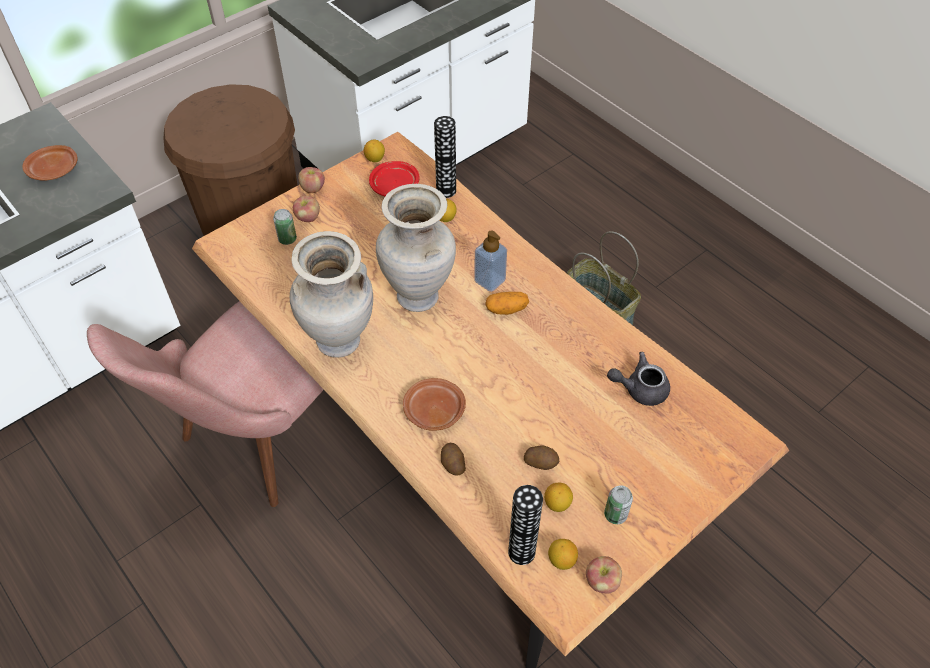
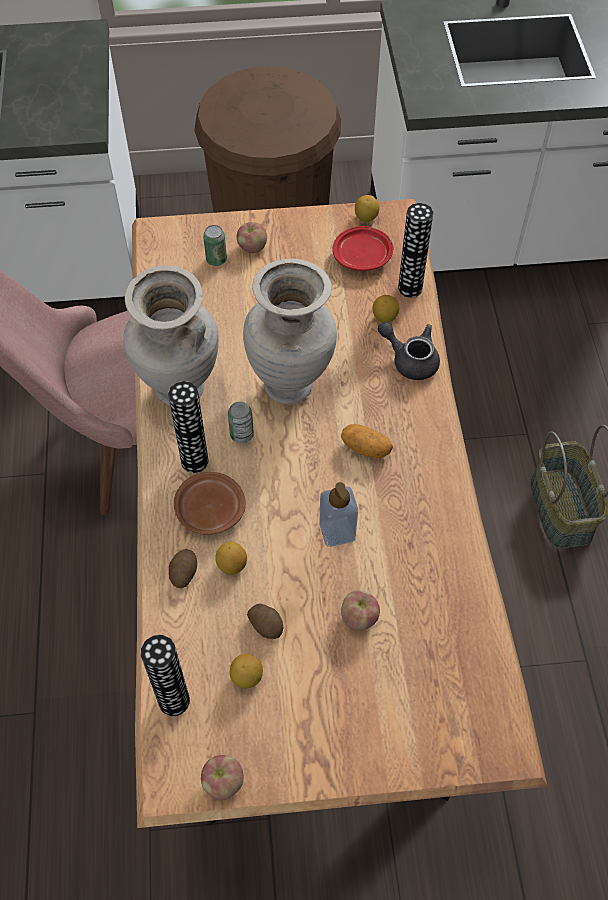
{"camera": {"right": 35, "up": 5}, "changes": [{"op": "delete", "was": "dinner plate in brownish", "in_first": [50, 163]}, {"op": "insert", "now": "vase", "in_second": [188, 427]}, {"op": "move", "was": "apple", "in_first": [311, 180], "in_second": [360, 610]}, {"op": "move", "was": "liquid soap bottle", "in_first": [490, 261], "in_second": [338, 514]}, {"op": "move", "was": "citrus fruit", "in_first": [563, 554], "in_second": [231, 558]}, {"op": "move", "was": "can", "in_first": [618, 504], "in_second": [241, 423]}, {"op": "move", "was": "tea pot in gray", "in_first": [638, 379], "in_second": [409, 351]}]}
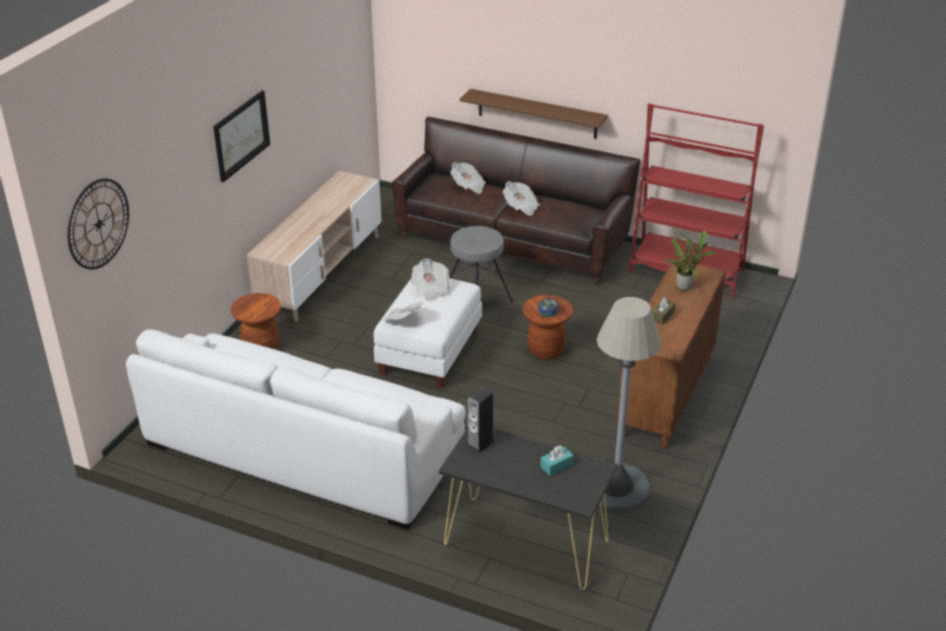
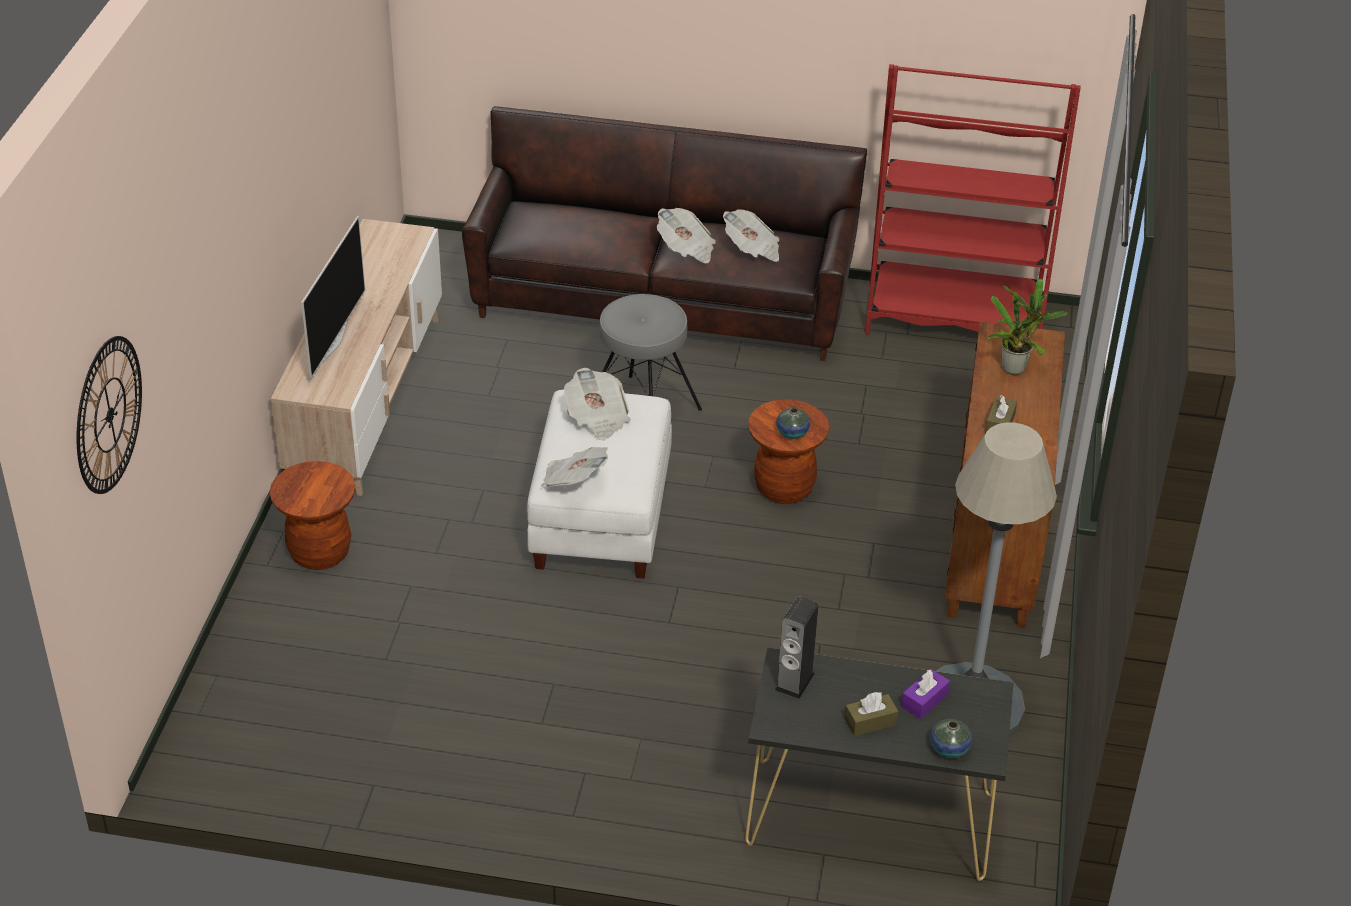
{"camera": {"right": -15, "up": 5}, "changes": [{"op": "delete", "was": "settee in white", "in_first": [296, 429]}, {"op": "delete", "was": "wall picture", "in_first": [241, 136]}, {"op": "delete", "was": "shelf in brownish", "in_first": [534, 114]}, {"op": "insert", "now": "television", "in_second": [333, 297]}, {"op": "insert", "now": "box of tissues in brownish", "in_second": [871, 714]}, {"op": "insert", "now": "vase", "in_second": [951, 738]}, {"op": "move", "was": "printed paper", "in_first": [468, 178], "in_second": [751, 235]}, {"op": "recolor", "was": "box of tissues in turquoise-coloured", "now": "box of tissues in purple-coloured", "in_first": [557, 461], "in_second": [925, 694]}]}
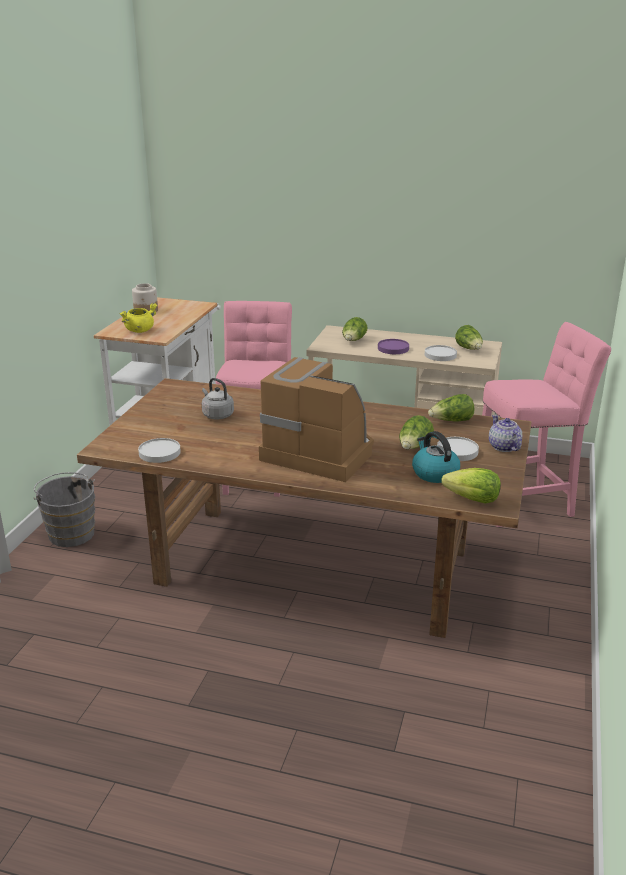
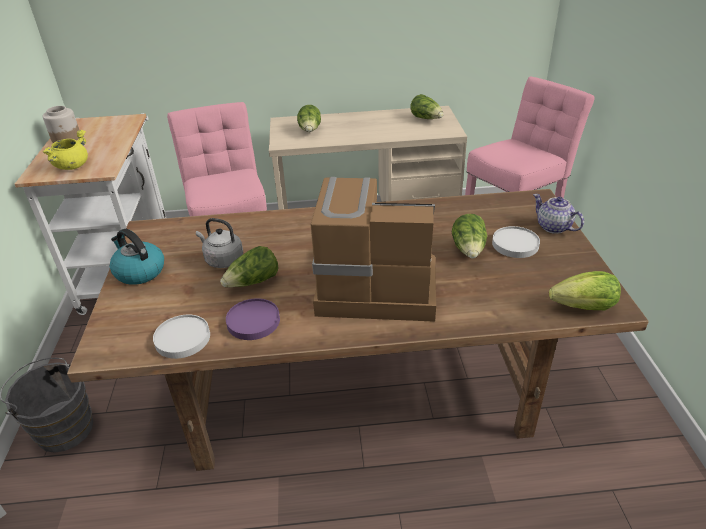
{"camera": {"right": -20, "up": 10}, "changes": [{"op": "delete", "was": "dinner plate in white", "in_first": [441, 353]}, {"op": "move", "was": "dinner plate in purple-coloured", "in_first": [393, 346], "in_second": [253, 319]}, {"op": "move", "was": "water kettle", "in_first": [436, 457], "in_second": [137, 257]}, {"op": "move", "was": "lettuce head", "in_first": [451, 408], "in_second": [249, 266]}]}
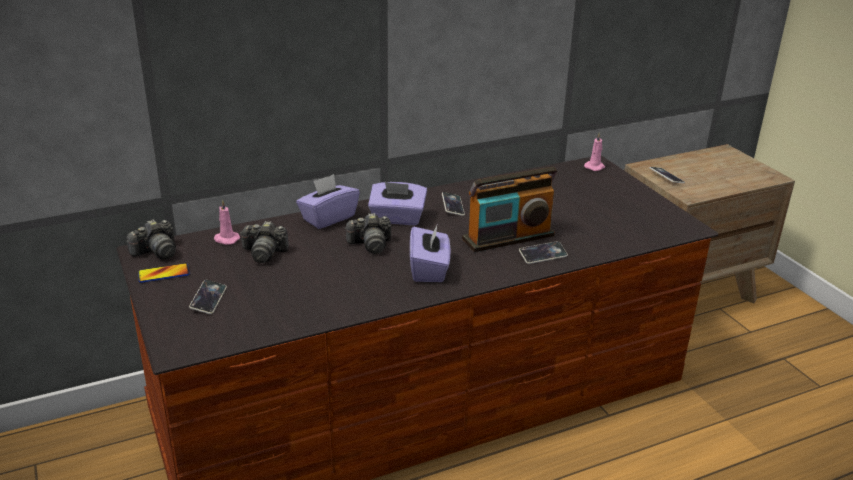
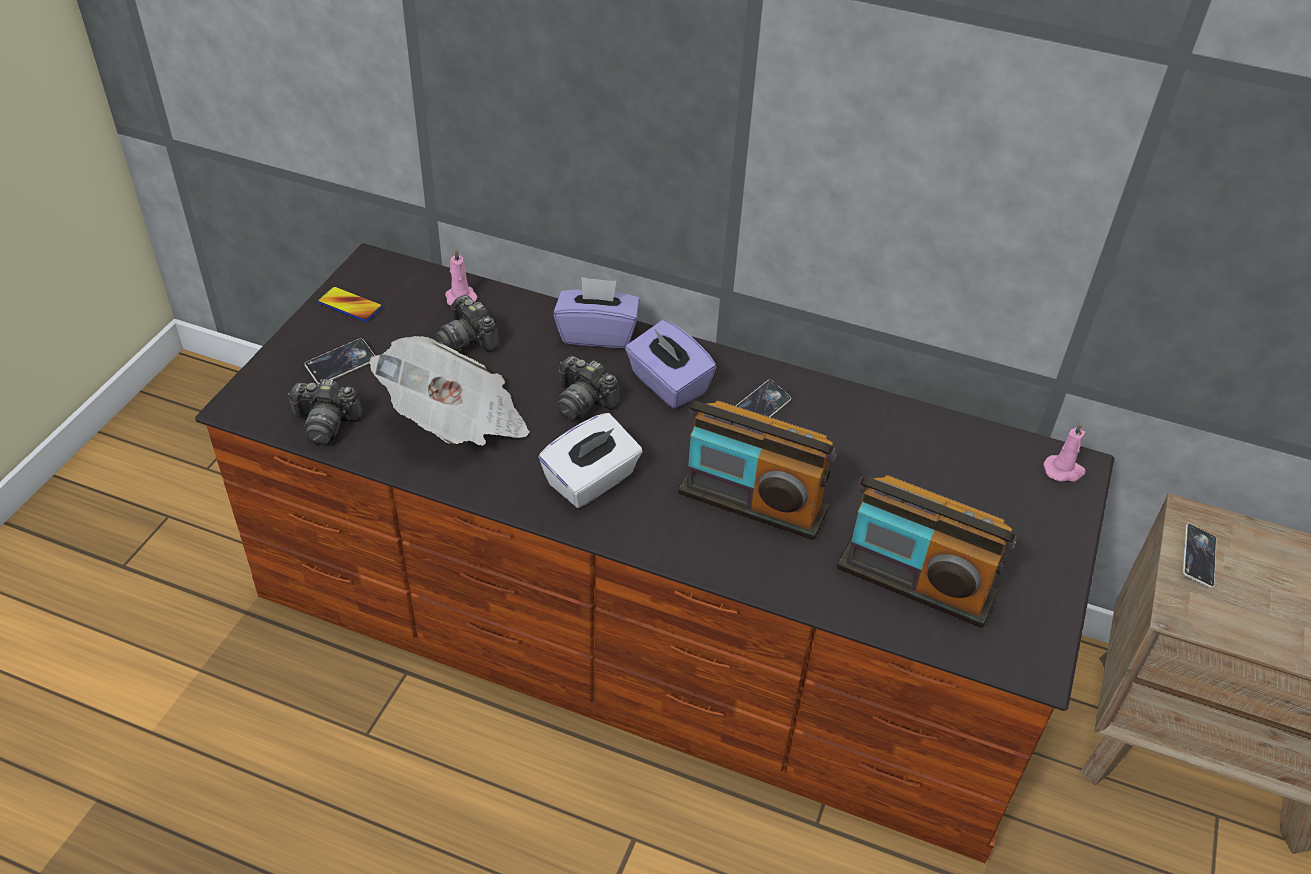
{"camera": {"right": 45, "up": 15}, "changes": [{"op": "delete", "was": "handset", "in_first": [543, 252]}, {"op": "insert", "now": "printed paper", "in_second": [450, 391]}, {"op": "insert", "now": "radio set", "in_second": [927, 551]}, {"op": "move", "was": "photo camera", "in_first": [151, 239], "in_second": [325, 412]}, {"op": "recolor", "was": "box of tissues in purple-coloured", "now": "box of tissues in white", "in_first": [430, 252], "in_second": [590, 460]}]}
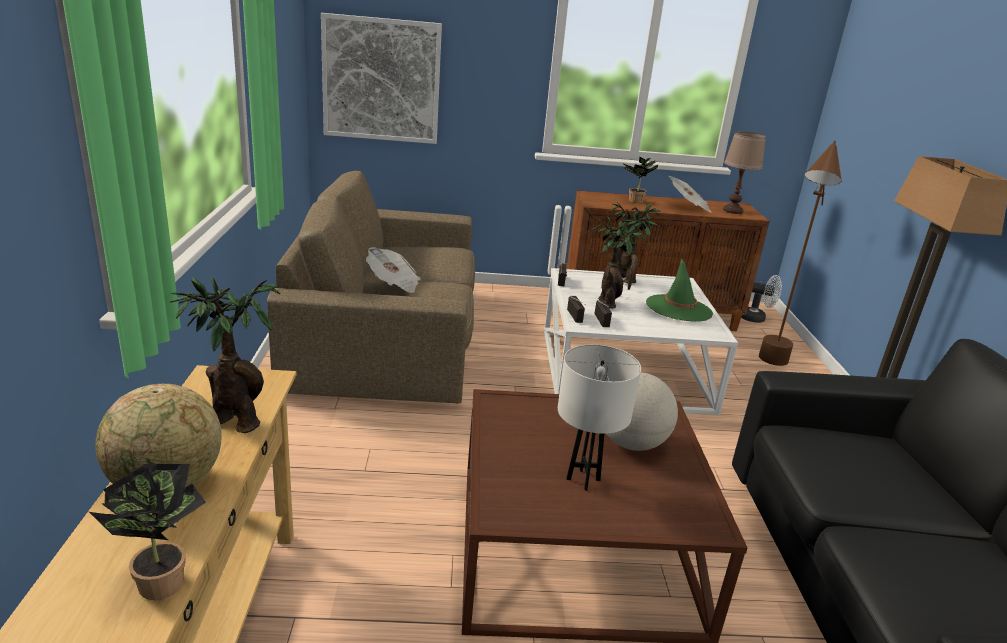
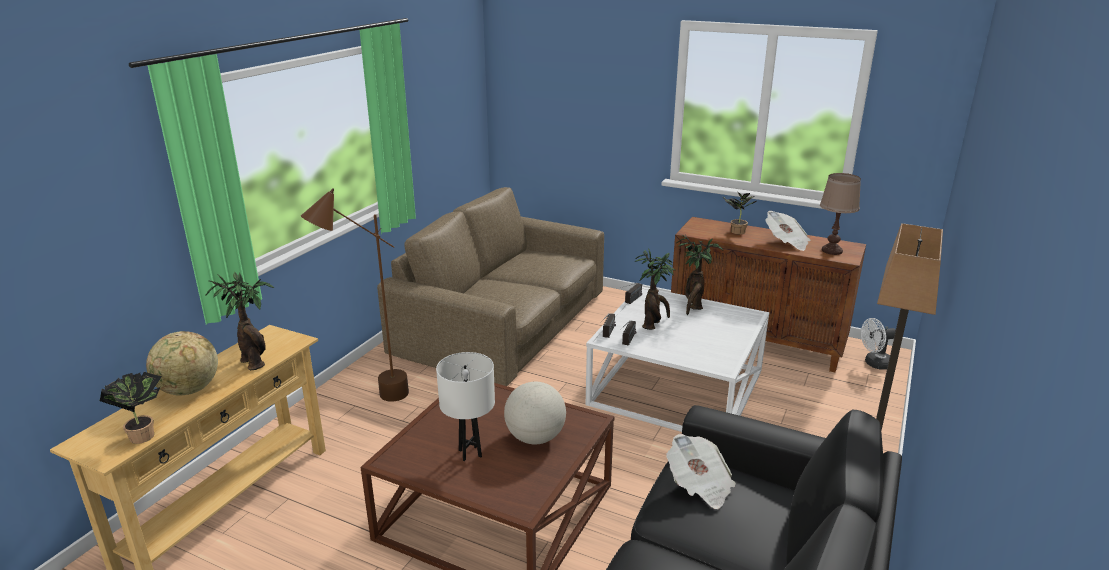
{"camera": {"right": 30, "up": 0}, "changes": [{"op": "delete", "was": "wall picture", "in_first": [381, 78]}, {"op": "delete", "was": "clothing hat in green-coloured", "in_first": [679, 290]}, {"op": "move", "was": "printed paper", "in_first": [393, 270], "in_second": [701, 471]}, {"op": "move", "was": "floor lamp in brownish", "in_first": [800, 253], "in_second": [355, 295]}, {"op": "rotate", "was": "cooling fan in white", "in_first": [761, 299], "in_second": [878, 344], "clockwise": 120}]}
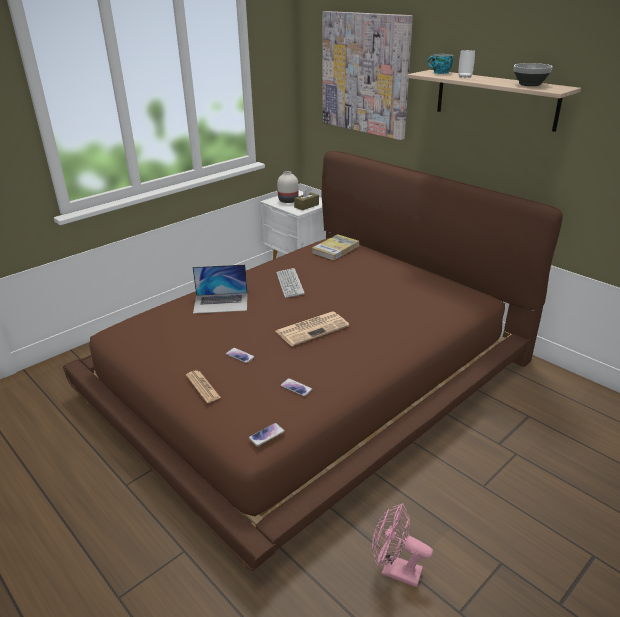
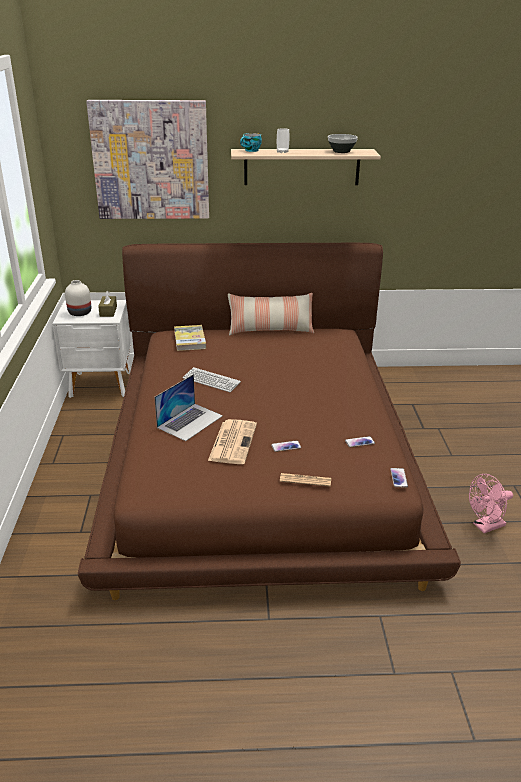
{"camera": {"right": -50, "up": 0}, "changes": [{"op": "insert", "now": "throw pillow", "in_second": [271, 314]}, {"op": "move", "was": "printed paper", "in_first": [313, 328], "in_second": [232, 441]}]}
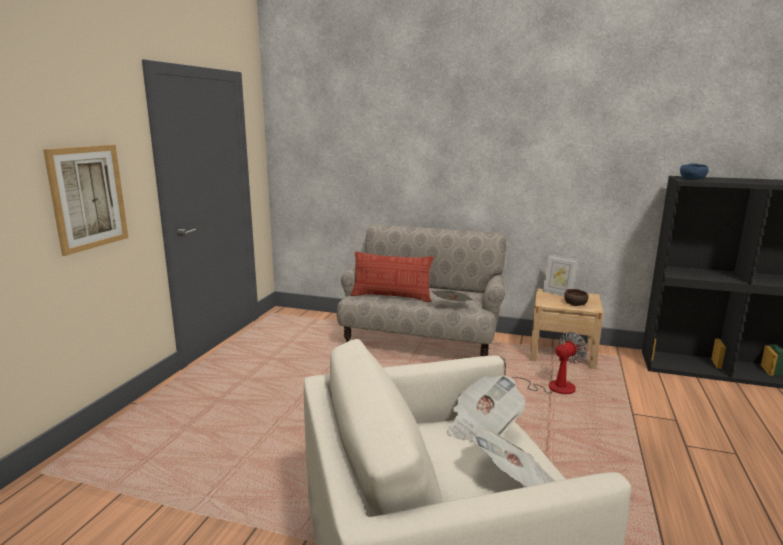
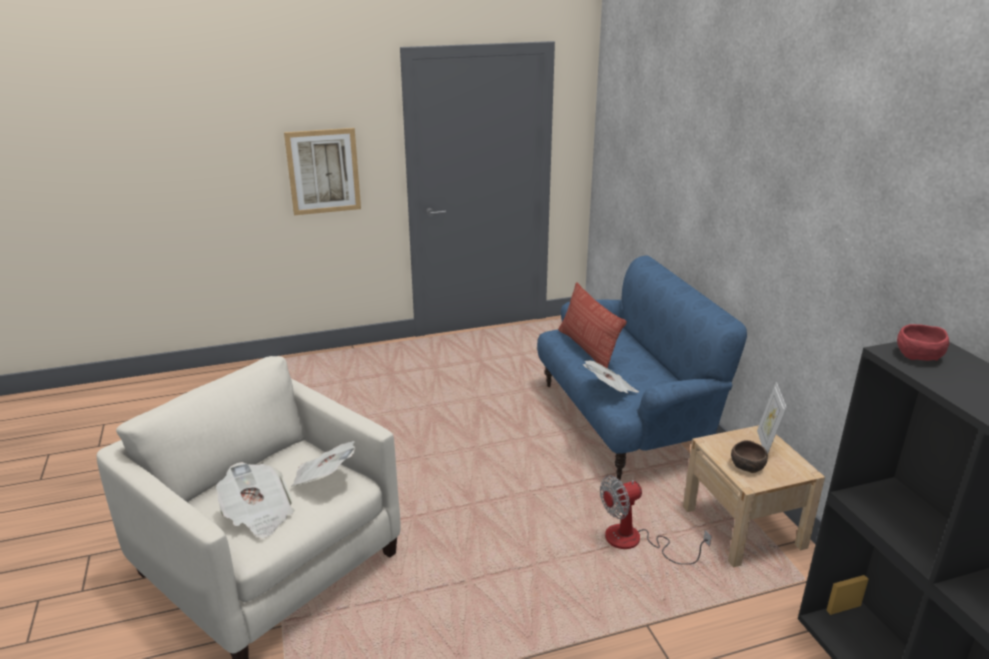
{"camera": {"right": 55, "up": 10}, "changes": [{"op": "recolor", "was": "settee in beige", "now": "settee in blue", "in_first": [421, 290], "in_second": [642, 368]}, {"op": "recolor", "was": "serving bowl in blue", "now": "serving bowl in red", "in_first": [694, 171], "in_second": [923, 342]}, {"op": "rotate", "was": "cooling fan", "in_first": [544, 363], "in_second": [656, 520], "clockwise": 135}]}
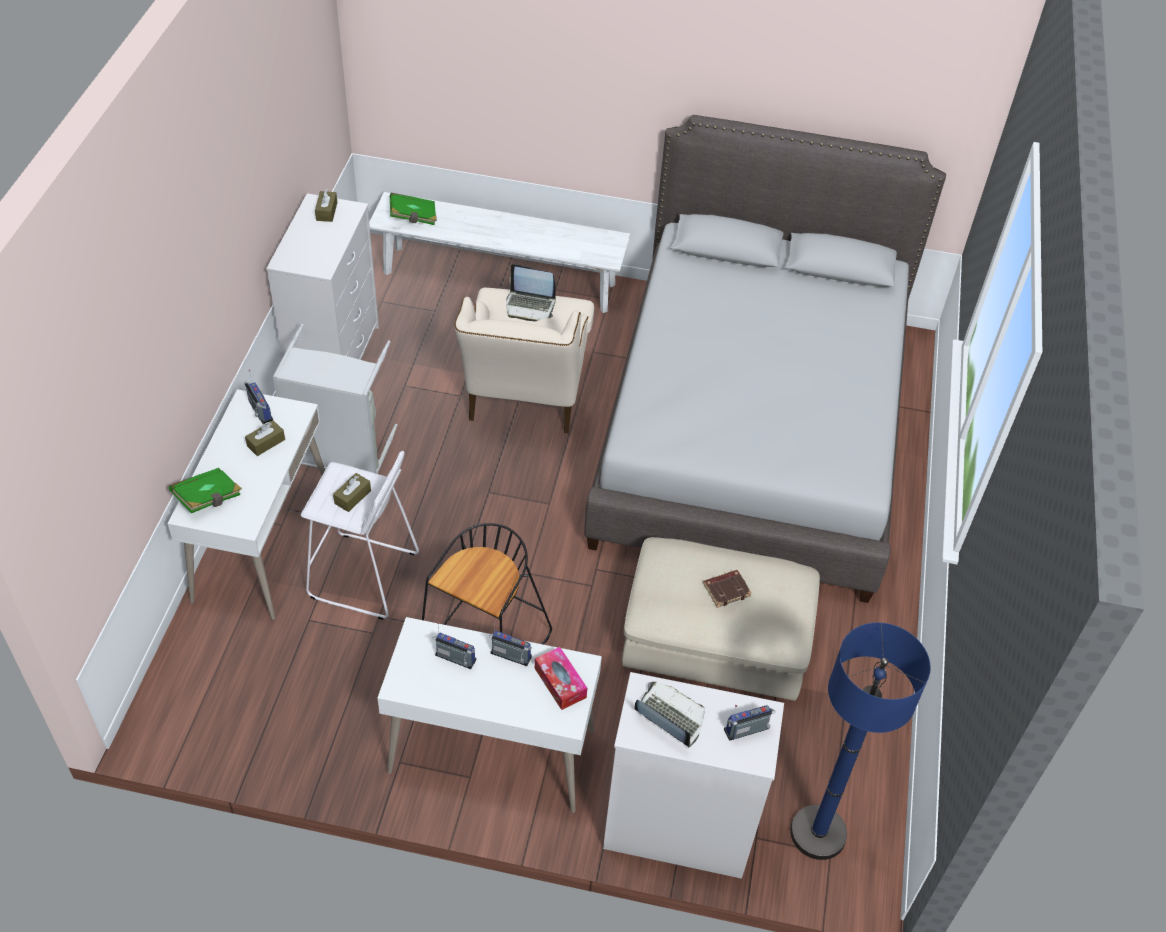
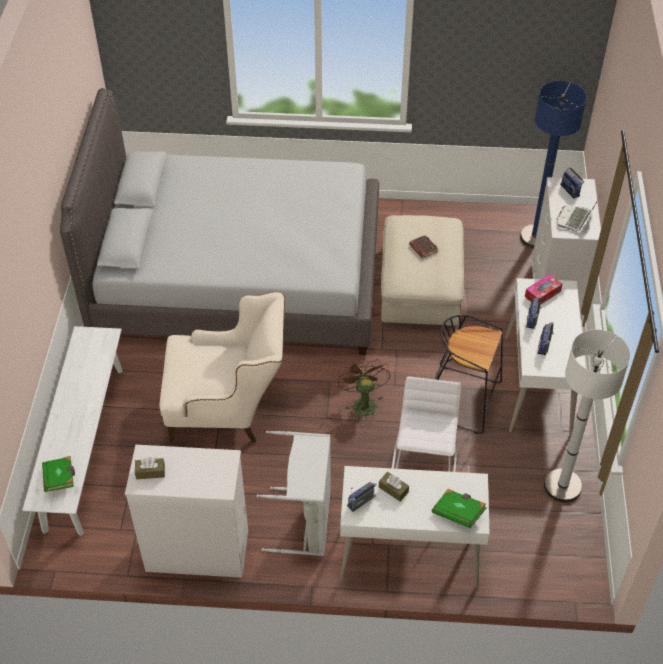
{"camera": {"right": -95, "up": 0}, "changes": [{"op": "delete", "was": "box of tissues in brownish", "in_first": [352, 492]}, {"op": "delete", "was": "laptop", "in_first": [531, 292]}, {"op": "insert", "now": "cooling fan in brownish", "in_second": [364, 390]}, {"op": "insert", "now": "floor lamp in white", "in_second": [587, 416]}]}
